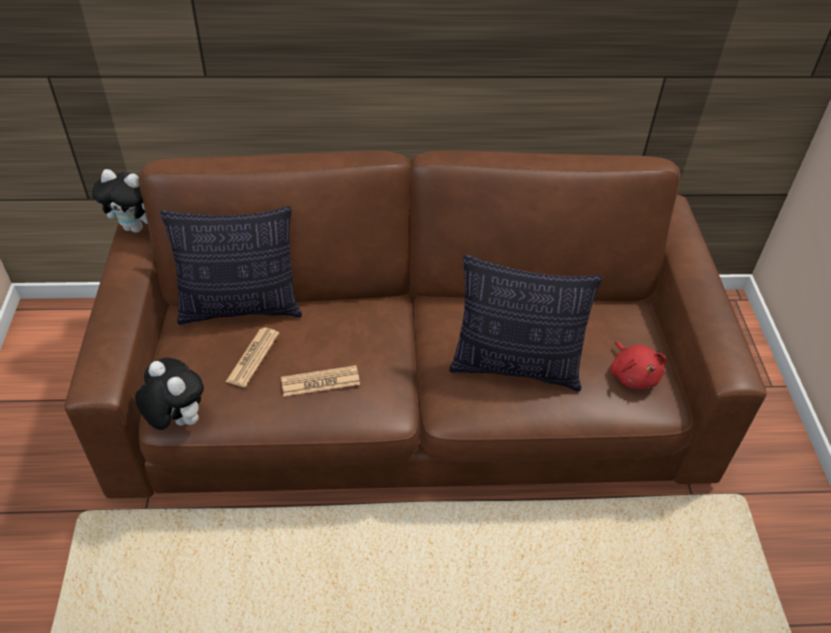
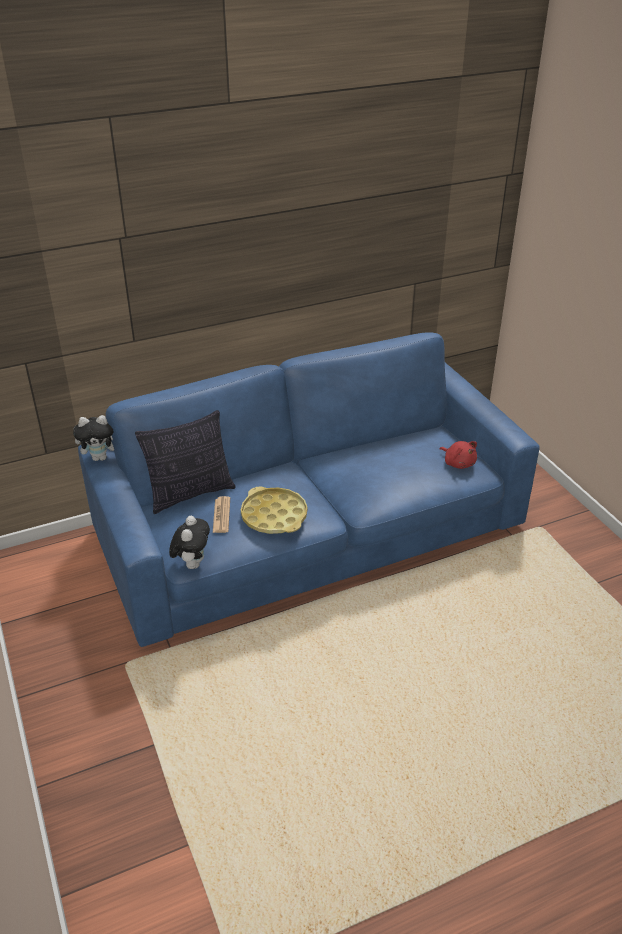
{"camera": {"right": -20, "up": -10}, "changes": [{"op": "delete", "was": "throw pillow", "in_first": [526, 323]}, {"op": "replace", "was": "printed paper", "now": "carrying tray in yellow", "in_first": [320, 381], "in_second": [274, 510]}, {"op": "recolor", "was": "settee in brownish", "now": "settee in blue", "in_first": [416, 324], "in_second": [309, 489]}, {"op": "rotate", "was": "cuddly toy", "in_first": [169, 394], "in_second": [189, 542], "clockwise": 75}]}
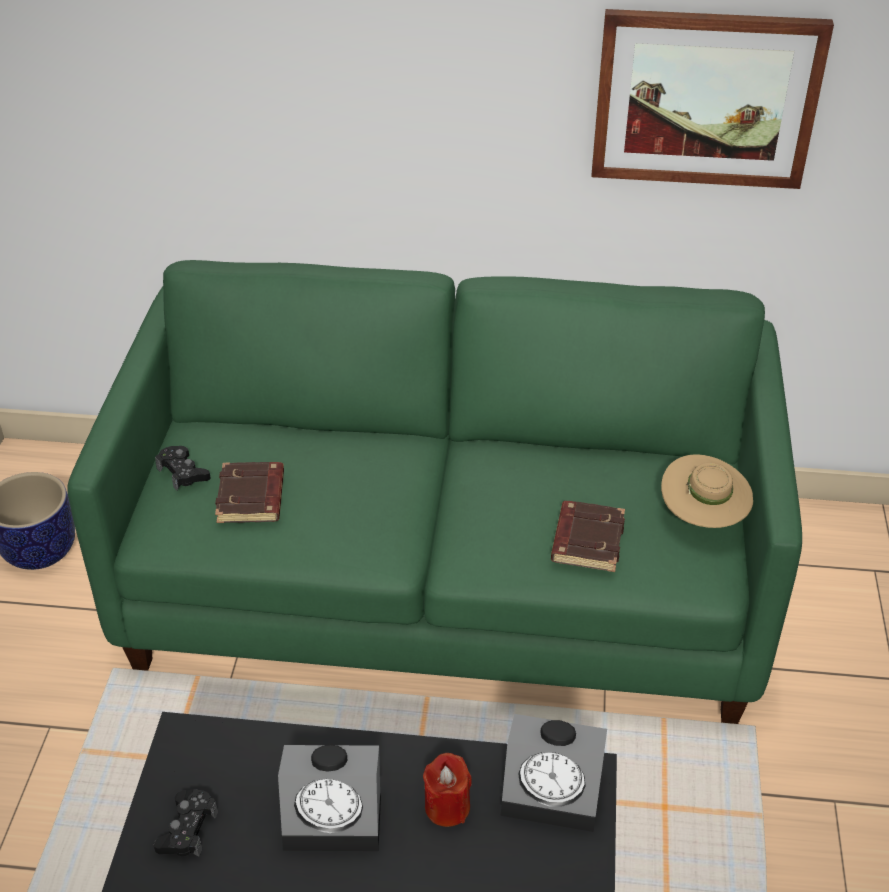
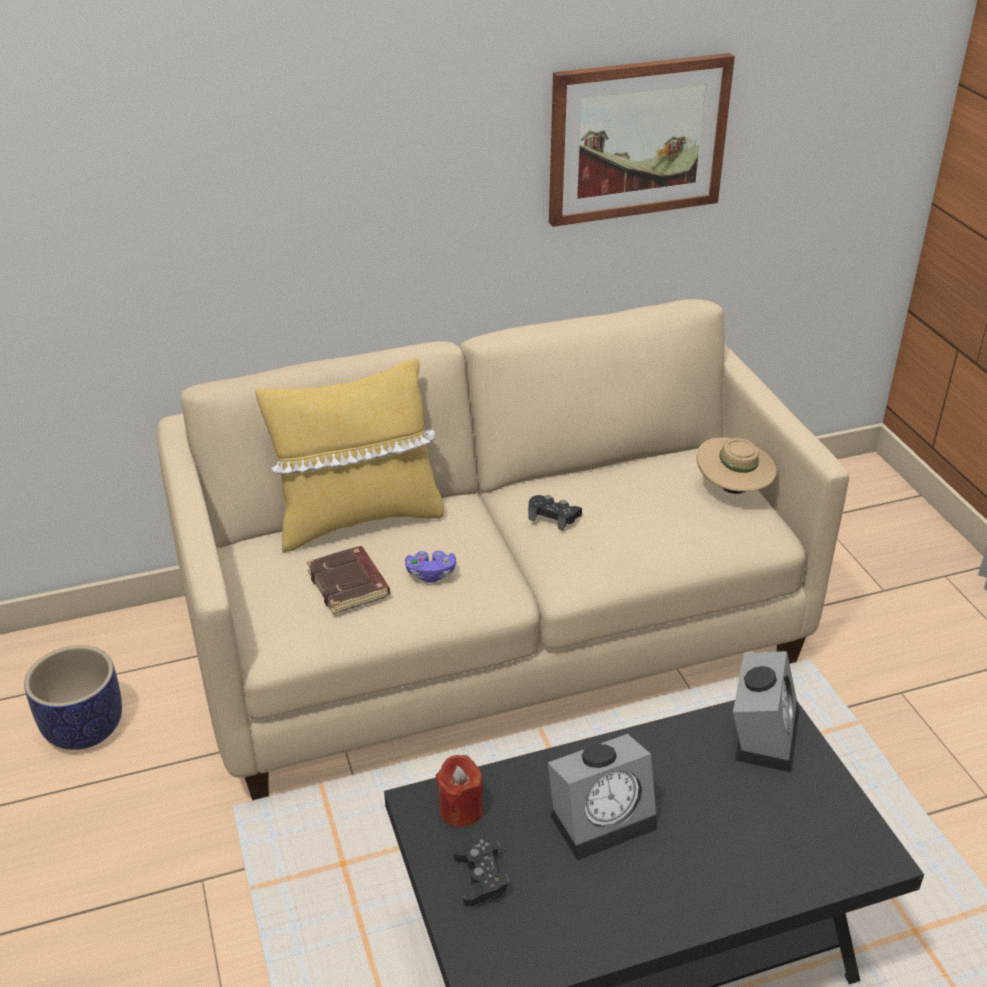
{"camera": {"right": -25, "up": -5}, "changes": [{"op": "delete", "was": "volume in brownish", "in_first": [588, 536]}, {"op": "insert", "now": "throw pillow in yellow", "in_second": [349, 455]}, {"op": "insert", "now": "joypad in purple-coloured", "in_second": [430, 567]}, {"op": "move", "was": "joypad in black-coloured", "in_first": [183, 468], "in_second": [555, 513]}, {"op": "move", "was": "candle in red", "in_first": [447, 790], "in_second": [459, 791]}, {"op": "recolor", "was": "settee in green-coloured", "now": "settee in beige", "in_first": [435, 492], "in_second": [503, 549]}, {"op": "rotate", "was": "table clock", "in_first": [553, 773], "in_second": [766, 711], "clockwise": -60}]}
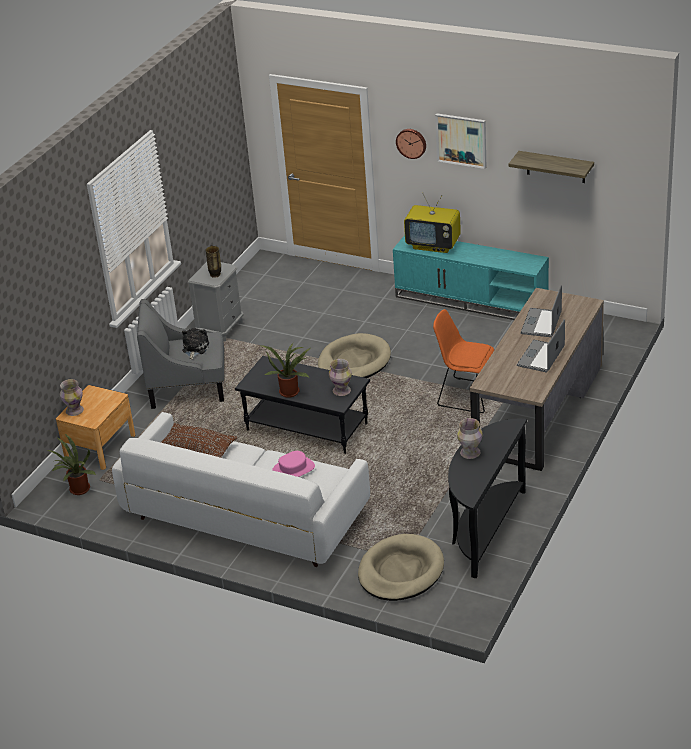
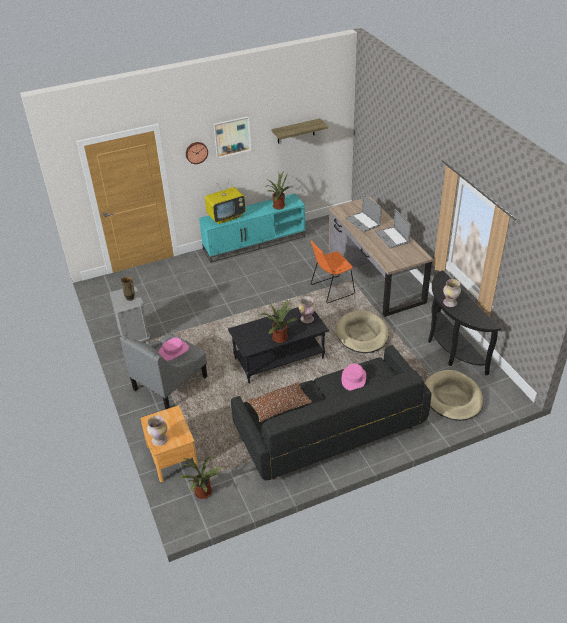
{"camera": {"right": -50, "up": 5}, "changes": [{"op": "insert", "now": "plant in a pot", "in_second": [277, 190]}, {"op": "move", "was": "dog bed in beige", "in_first": [354, 355], "in_second": [362, 331]}, {"op": "replace", "was": "cuddly toy", "now": "clothing hat in pink-coloured", "in_first": [195, 344], "in_second": [174, 349]}, {"op": "recolor", "was": "settee in white", "now": "settee in black-coloured", "in_first": [241, 489], "in_second": [331, 412]}]}
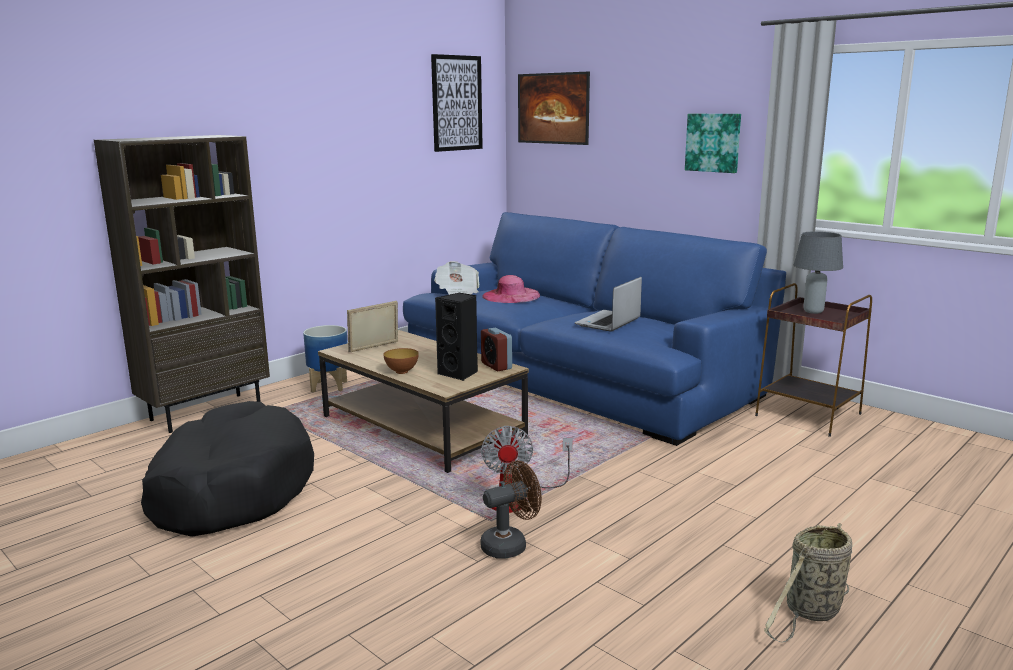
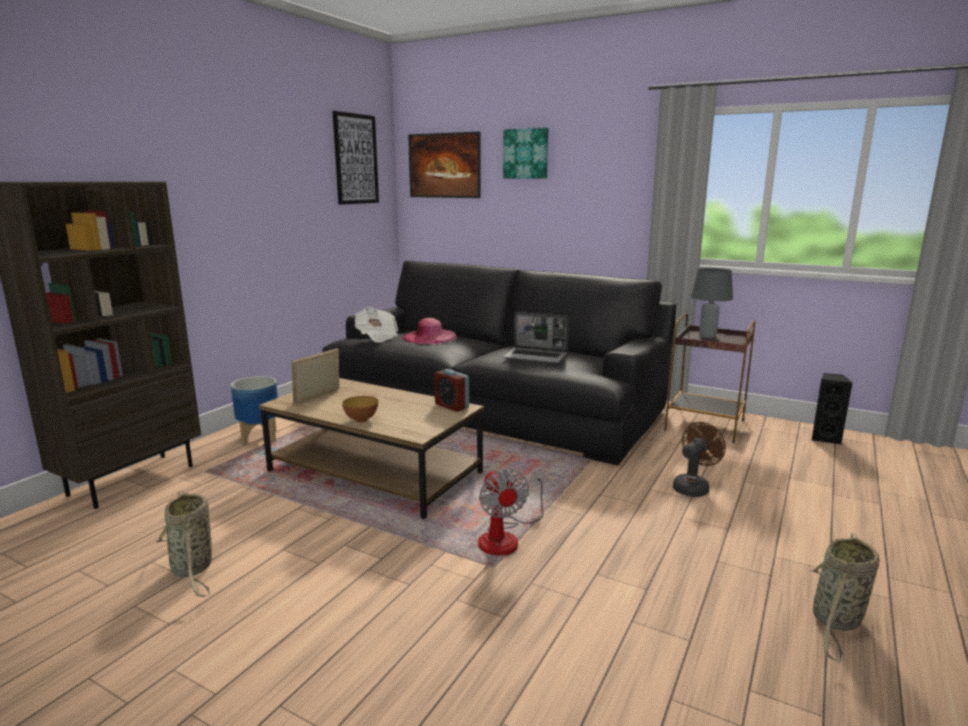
{"camera": {"right": -15, "up": 0}, "changes": [{"op": "move", "was": "audio speaker in black-coloured", "in_first": [456, 336], "in_second": [832, 408]}, {"op": "move", "was": "cooling fan in brownish", "in_first": [511, 510], "in_second": [699, 459]}, {"op": "move", "was": "wall picture", "in_first": [713, 143], "in_second": [526, 153]}, {"op": "replace", "was": "dog bed in black-coloured", "now": "household basket", "in_first": [227, 469], "in_second": [183, 544]}, {"op": "recolor", "was": "settee in blue", "now": "settee in black-coloured", "in_first": [594, 329], "in_second": [499, 363]}, {"op": "rotate", "was": "laptop", "in_first": [608, 304], "in_second": [536, 337], "clockwise": -90}]}
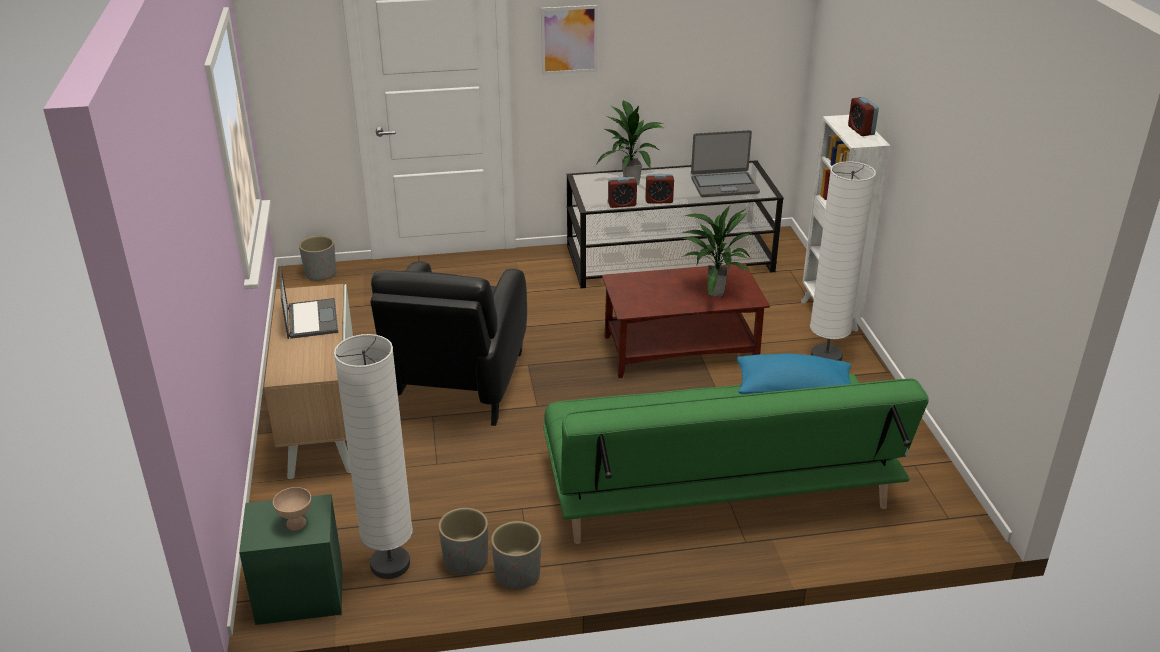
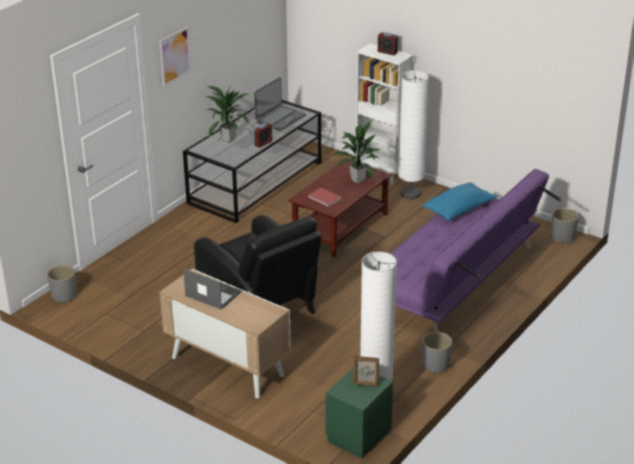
{"camera": {"right": -45, "up": 0}, "changes": [{"op": "delete", "was": "table clock", "in_first": [622, 192]}, {"op": "insert", "now": "volume in red", "in_second": [325, 197]}, {"op": "move", "was": "plant pot in gray", "in_first": [463, 541], "in_second": [565, 226]}, {"op": "replace", "was": "serving bowl in beige", "now": "standing frame", "in_first": [292, 509], "in_second": [366, 371]}, {"op": "recolor", "was": "settee in green-coloured", "now": "settee in purple-coloured", "in_first": [735, 458], "in_second": [475, 250]}]}
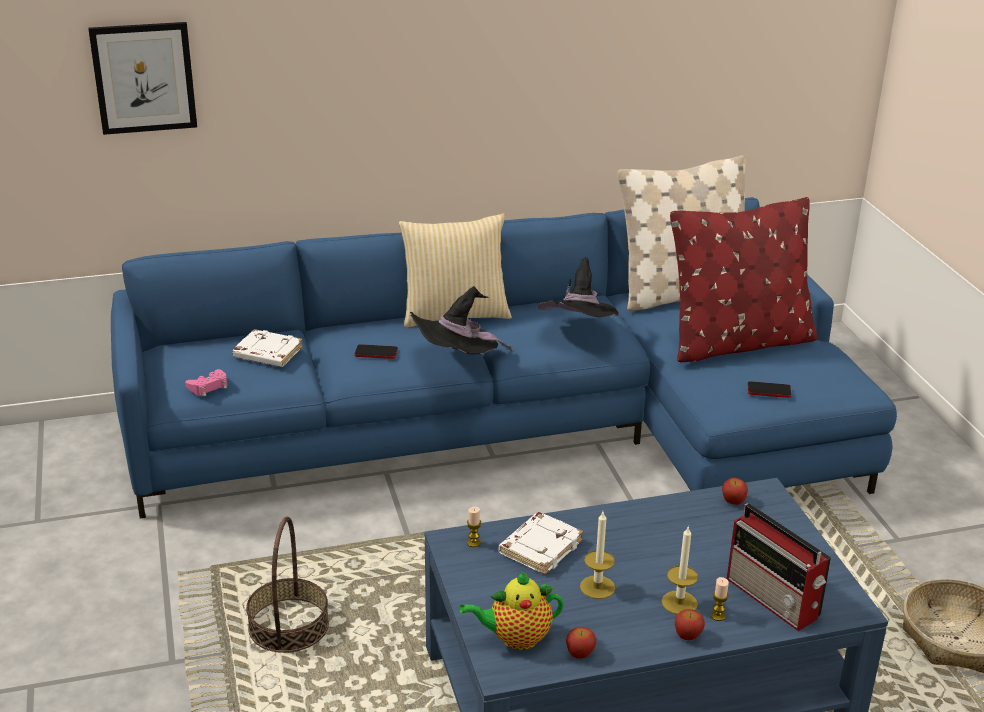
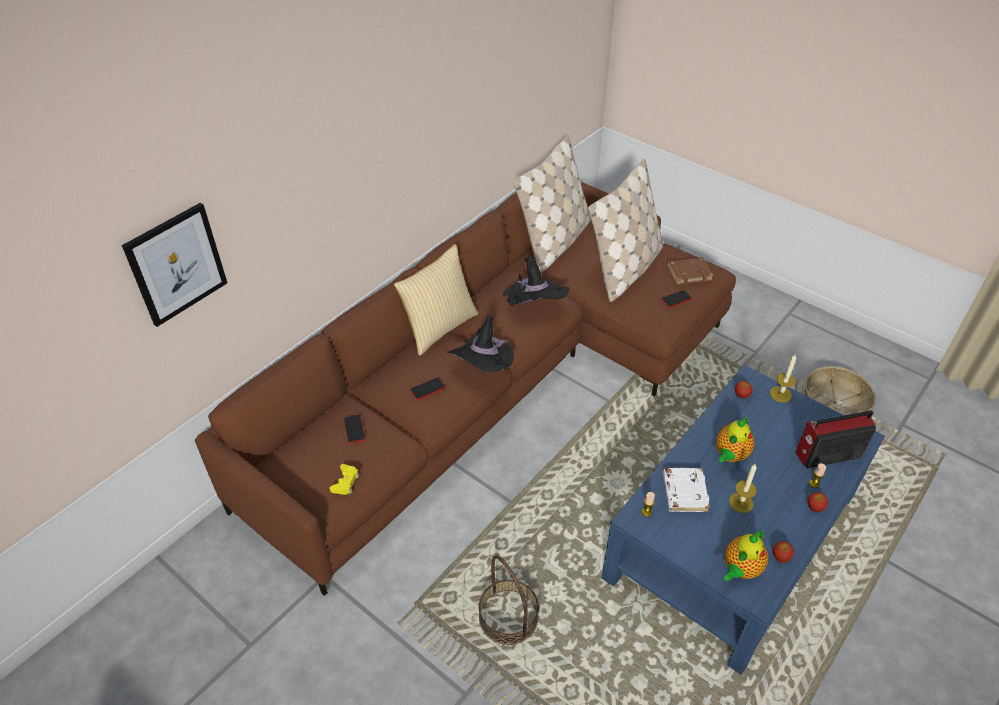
{"camera": {"right": -35, "up": 15}, "changes": [{"op": "insert", "now": "volume in brownish", "in_second": [690, 271]}, {"op": "insert", "now": "tea pot", "in_second": [735, 439]}, {"op": "move", "was": "candle", "in_first": [679, 571], "in_second": [783, 378]}, {"op": "replace", "was": "volume in white", "now": "handset", "in_first": [267, 348], "in_second": [354, 429]}, {"op": "recolor", "was": "settee in blue", "now": "settee in brownish", "in_first": [504, 357], "in_second": [465, 388]}, {"op": "recolor", "was": "joypad in pink-coloured", "now": "joypad in yellow", "in_first": [206, 383], "in_second": [344, 479]}, {"op": "recolor", "was": "throw pillow in red", "now": "throw pillow in beige", "in_first": [743, 279], "in_second": [625, 230]}, {"op": "rotate", "was": "radio set", "in_first": [779, 567], "in_second": [836, 439], "clockwise": 150}]}
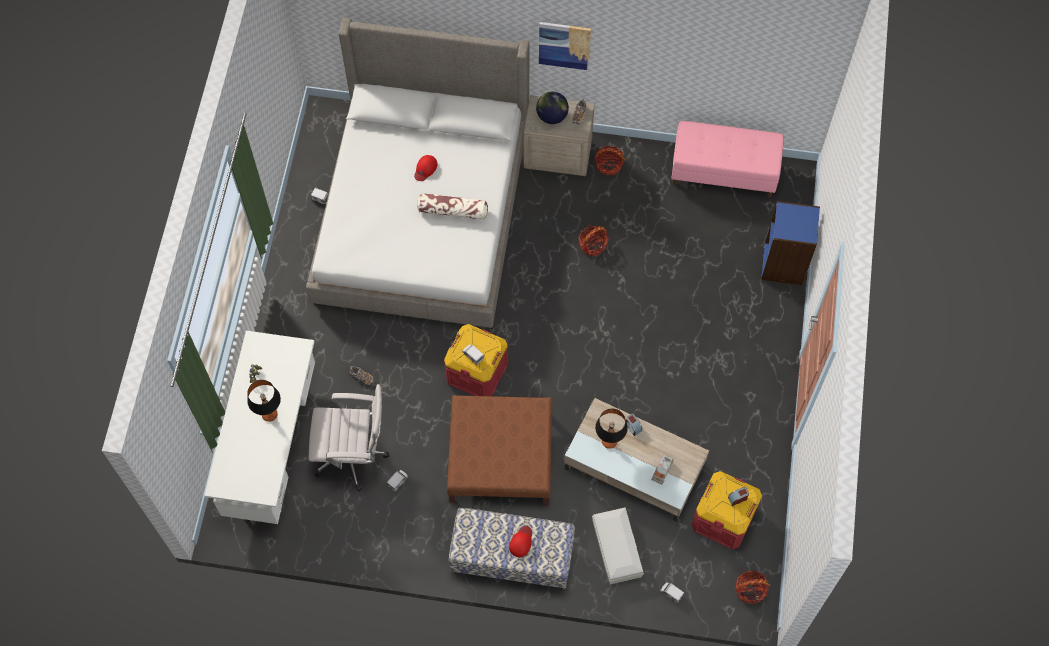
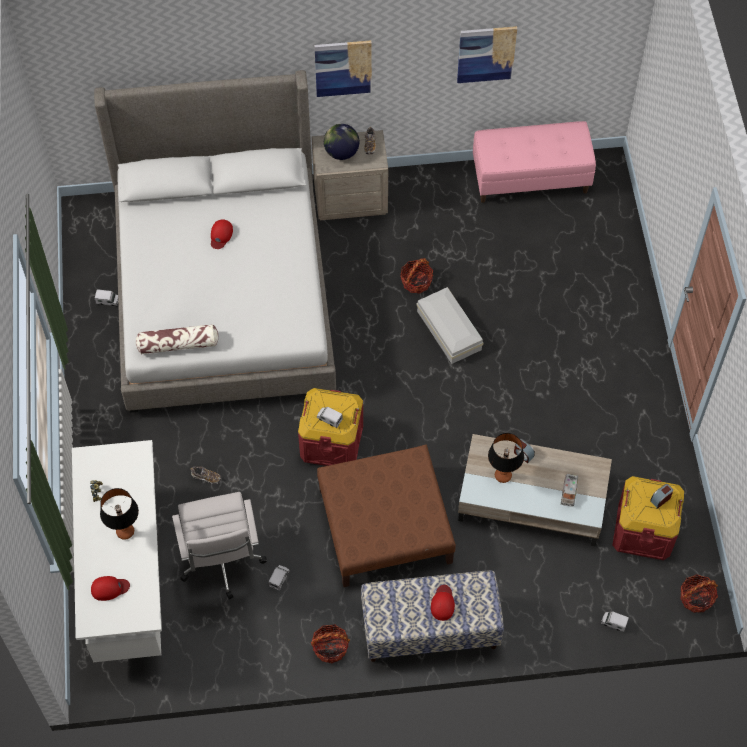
{"camera": {"right": -15, "up": -5}, "changes": [{"op": "delete", "was": "bookcase in blue", "in_first": [790, 243]}, {"op": "insert", "now": "cap in red", "in_second": [110, 588]}, {"op": "insert", "now": "wall picture", "in_second": [487, 54]}, {"op": "move", "was": "throw pillow", "in_first": [452, 206], "in_second": [177, 339]}, {"op": "move", "was": "storage box in white", "in_first": [618, 546], "in_second": [450, 325]}, {"op": "move", "was": "household basket", "in_first": [610, 160], "in_second": [330, 643]}, {"op": "rotate", "was": "office chair in white", "in_first": [349, 437], "in_second": [219, 546], "clockwise": 90}]}
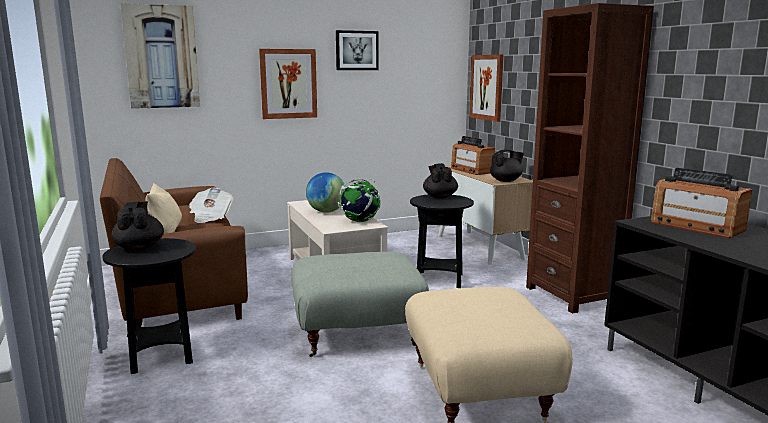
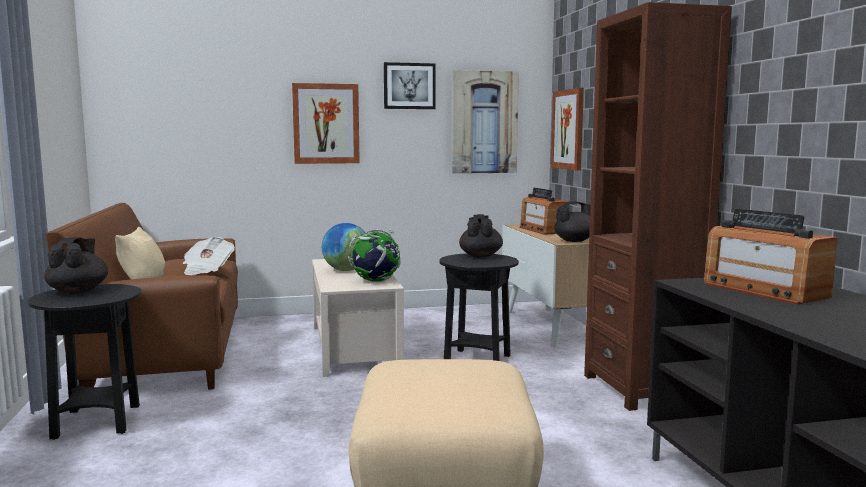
{"camera": {"right": 10, "up": -5}, "changes": [{"op": "delete", "was": "pouffe in gray", "in_first": [360, 304]}, {"op": "move", "was": "wall picture", "in_first": [160, 56], "in_second": [485, 122]}]}
